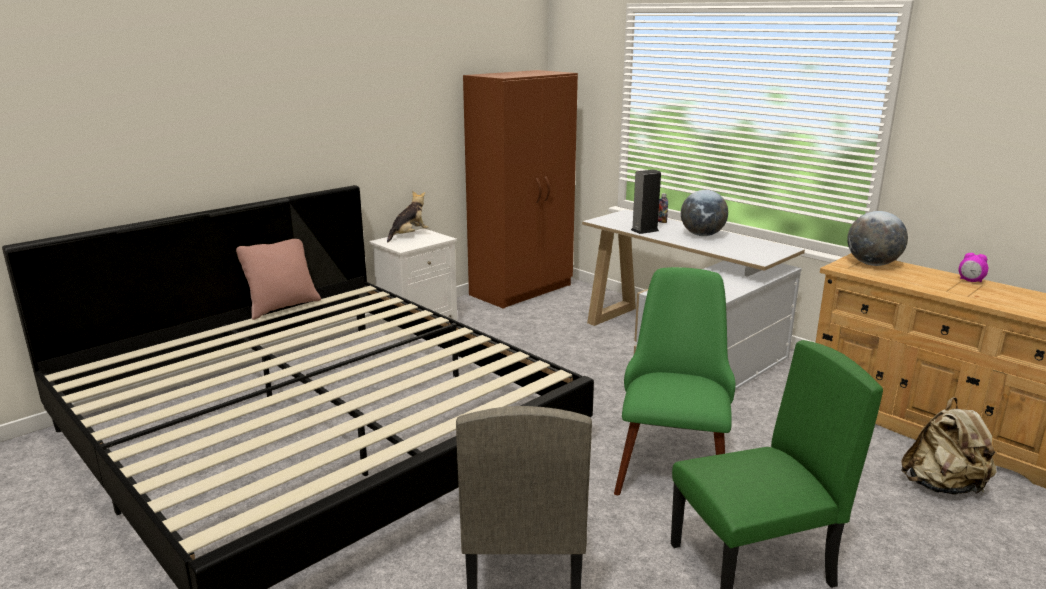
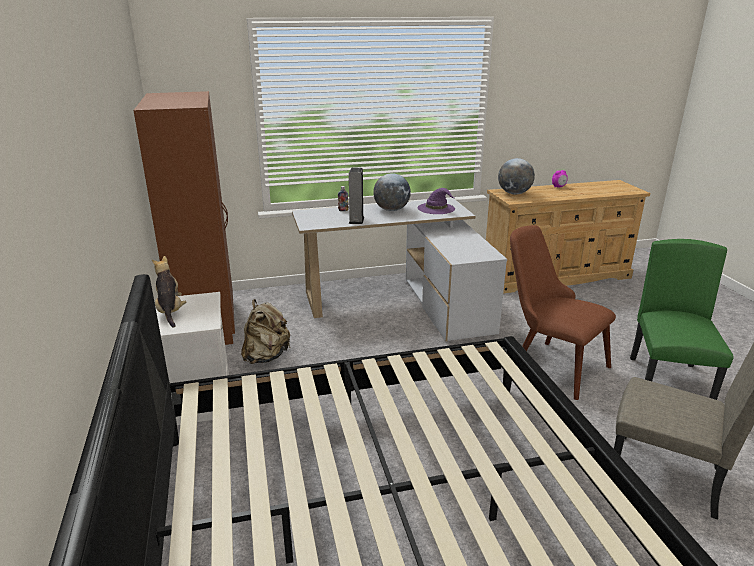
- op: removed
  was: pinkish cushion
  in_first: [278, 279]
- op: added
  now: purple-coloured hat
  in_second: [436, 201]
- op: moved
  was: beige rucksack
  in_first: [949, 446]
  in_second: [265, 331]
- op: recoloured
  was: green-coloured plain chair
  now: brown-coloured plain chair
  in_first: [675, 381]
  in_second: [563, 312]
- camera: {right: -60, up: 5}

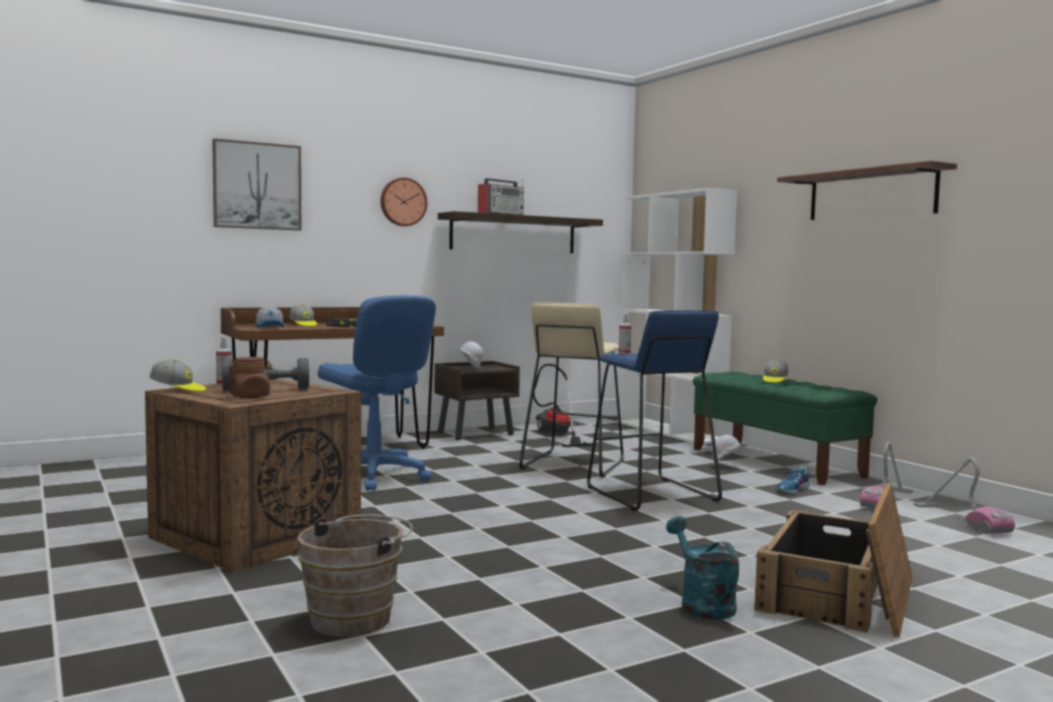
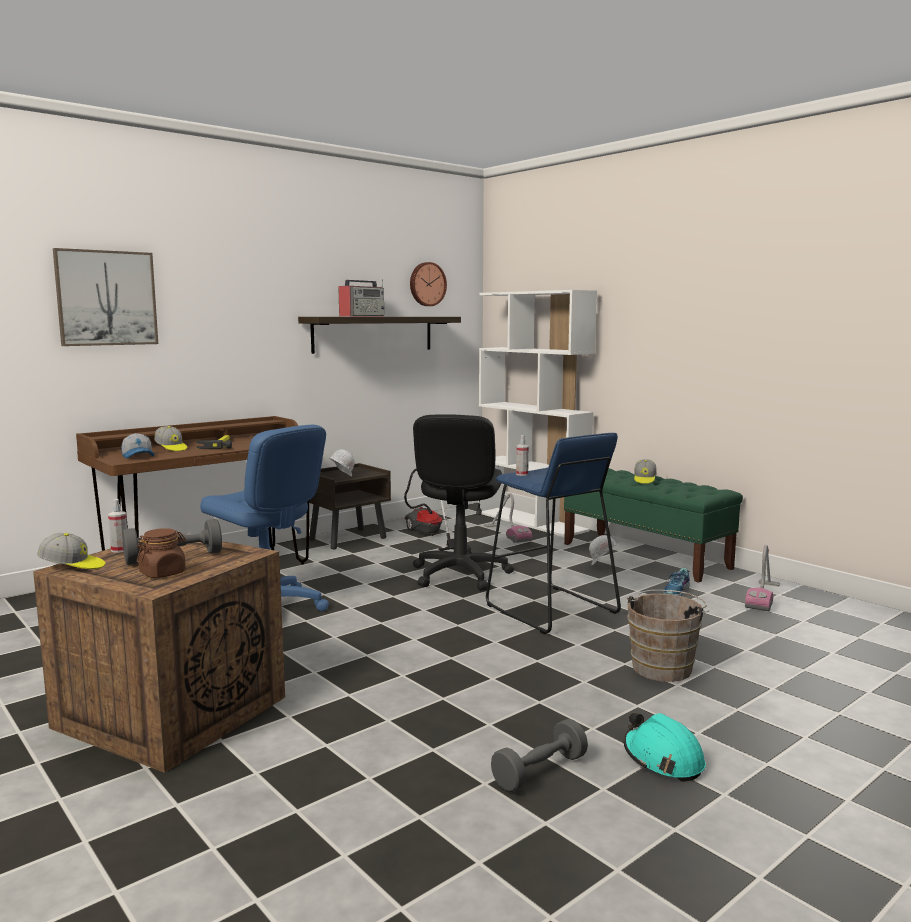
- op: removed
  was: packing crate
  in_first: [833, 560]
- op: removed
  was: bracket shelf
  in_first: [867, 190]
- op: added
  now: greyish free weight
  in_second: [539, 755]
- op: moved
  was: brown-coloured water bucket
  in_first: [355, 575]
  in_second: [668, 636]
- op: moved
  was: hanging clock
  in_first: [403, 202]
  in_second: [428, 284]
- op: moved
  was: hoover
  in_first: [964, 495]
  in_second: [508, 518]
- op: replaced
  was: beige stool seat
  now: black desk chair
  in_first: [571, 390]
  in_second: [463, 502]
- op: replaced
  was: turquoise watering can
  now: turquoise work helmet
  in_first: [702, 568]
  in_second: [665, 747]
- camera: {right: -10, up: 5}

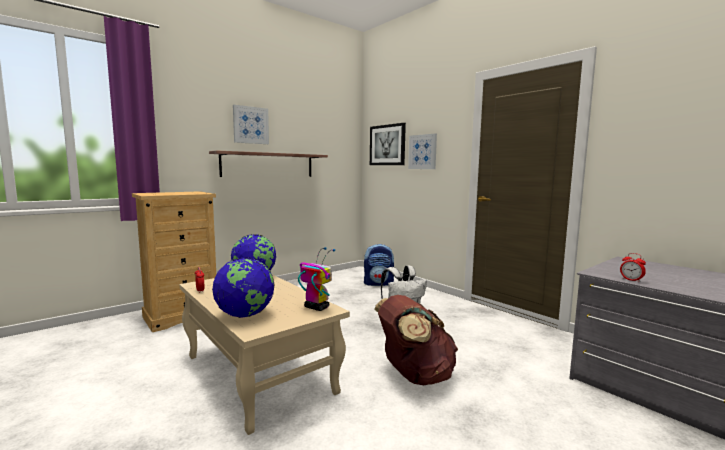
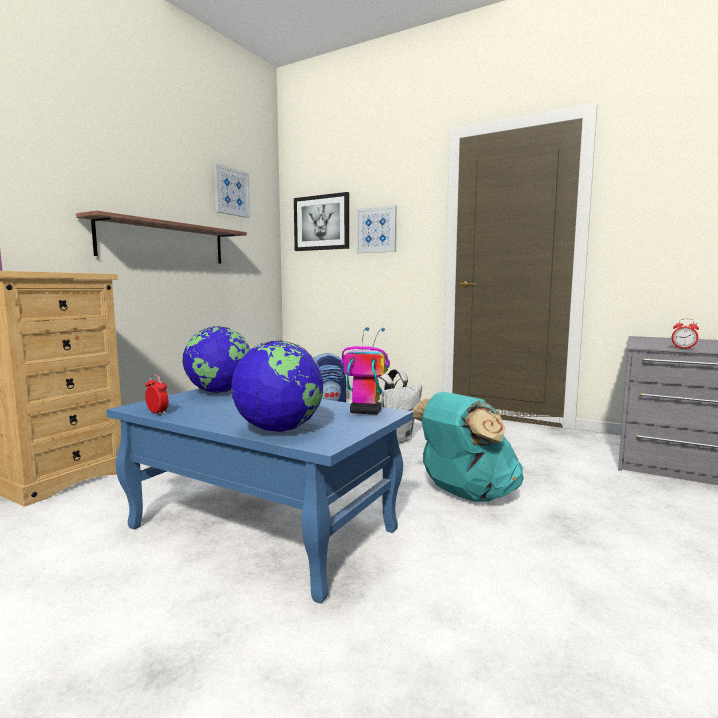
- op: moved
  was: picture
  in_first: [251, 124]
  in_second: [232, 191]
- op: recoloured
  was: beige low table
  now: bluish low table
  in_first: [264, 354]
  in_second: [259, 496]
- op: recoloured
  was: brown-coloured rucksack
  now: turquoise rucksack
  in_first: [416, 340]
  in_second: [468, 446]
- camera: {right: -20, up: 0}

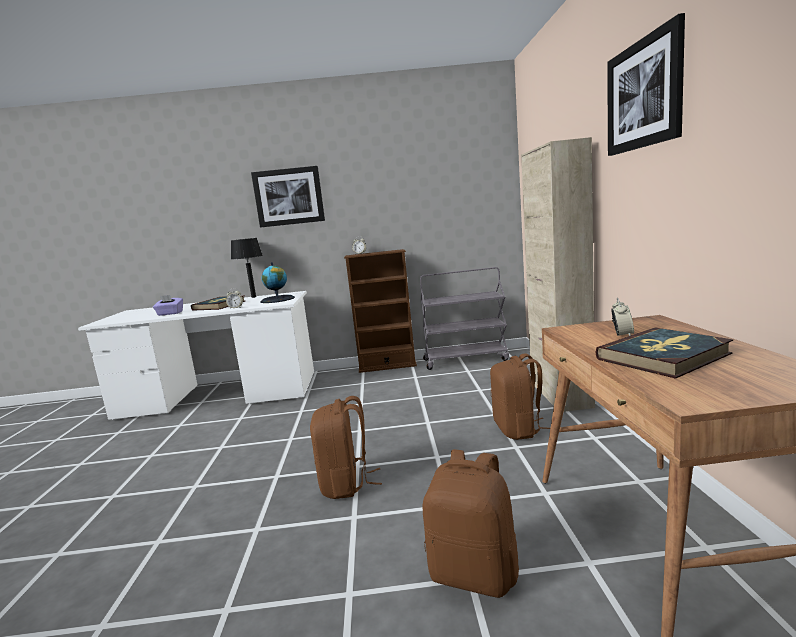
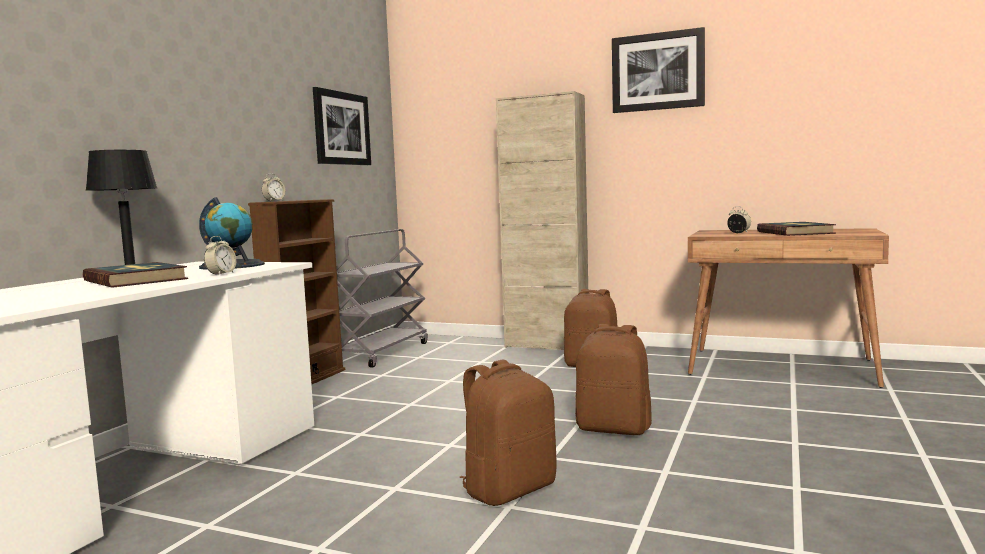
- op: removed
  was: purple-coloured tissue holder
  in_first: [168, 305]
- op: moved
  was: picture
  in_first: [288, 197]
  in_second: [342, 126]
- op: moved
  was: brown-coloured rucksack
  in_first: [471, 523]
  in_second: [508, 432]
- camera: {right: -65, up: -5}

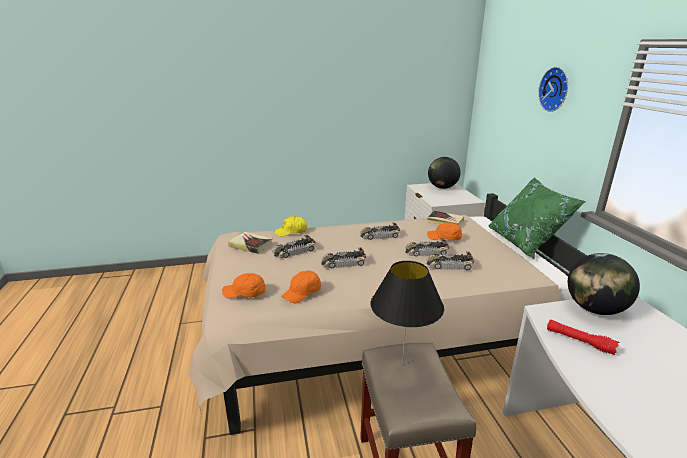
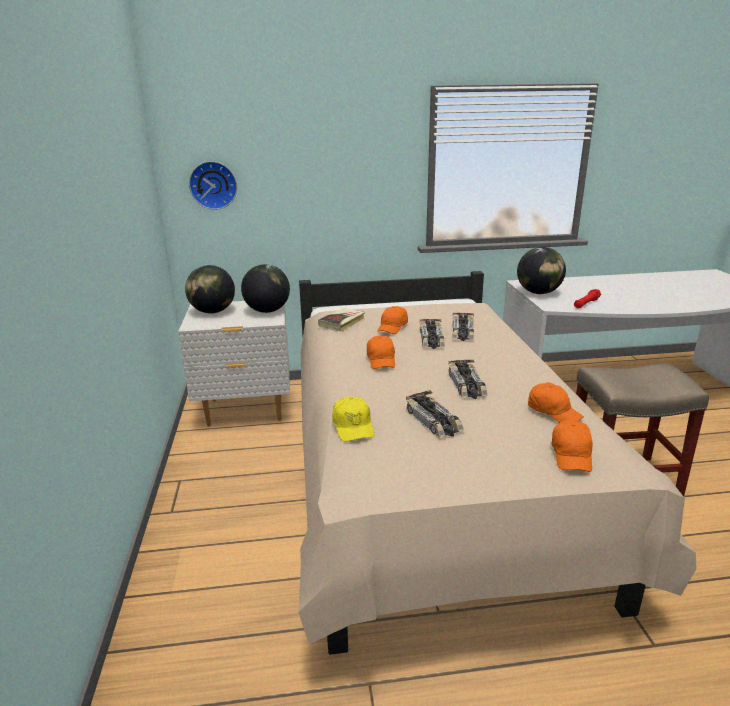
- op: removed
  was: book
  in_first: [250, 243]
- op: removed
  was: black table lamp
  in_first: [407, 313]
- op: removed
  was: green-coloured cushion
  in_first: [537, 218]
- op: added
  now: world globe
  in_second: [265, 288]
- op: moved
  was: hanging clock
  in_first: [553, 89]
  in_second: [213, 185]
- op: replaced
  was: toy car
  now: orange cap
  in_first: [380, 231]
  in_second: [381, 352]
- camera: {right: -85, up: 0}

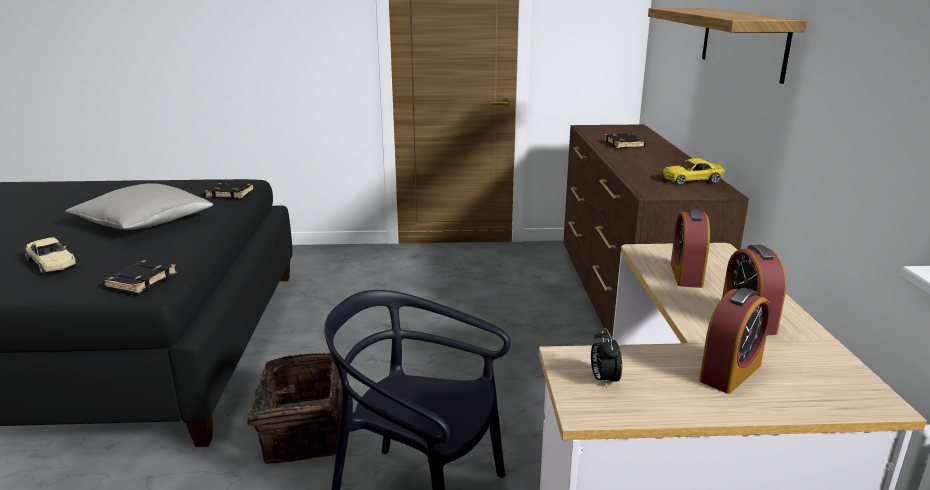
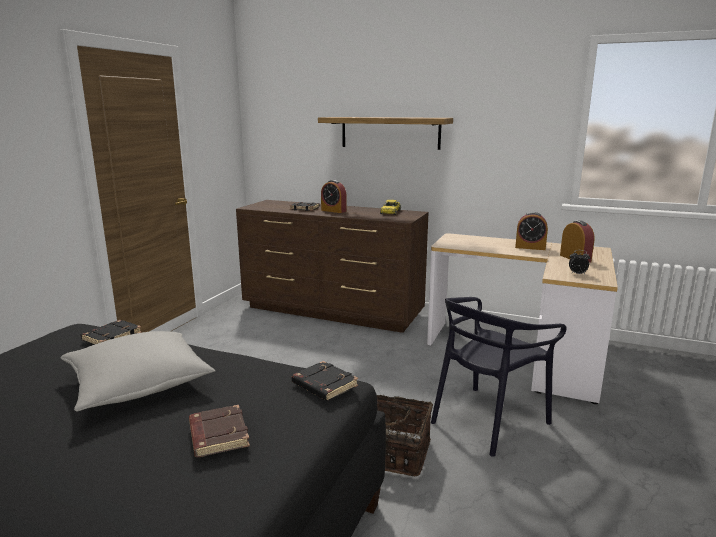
- op: moved
  was: bedside clock
  in_first: [690, 248]
  in_second: [334, 196]
- op: replaced
  was: beige toy car
  now: brown-coloured book
  in_first: [51, 255]
  in_second: [219, 431]
- camera: {right: -65, up: -5}

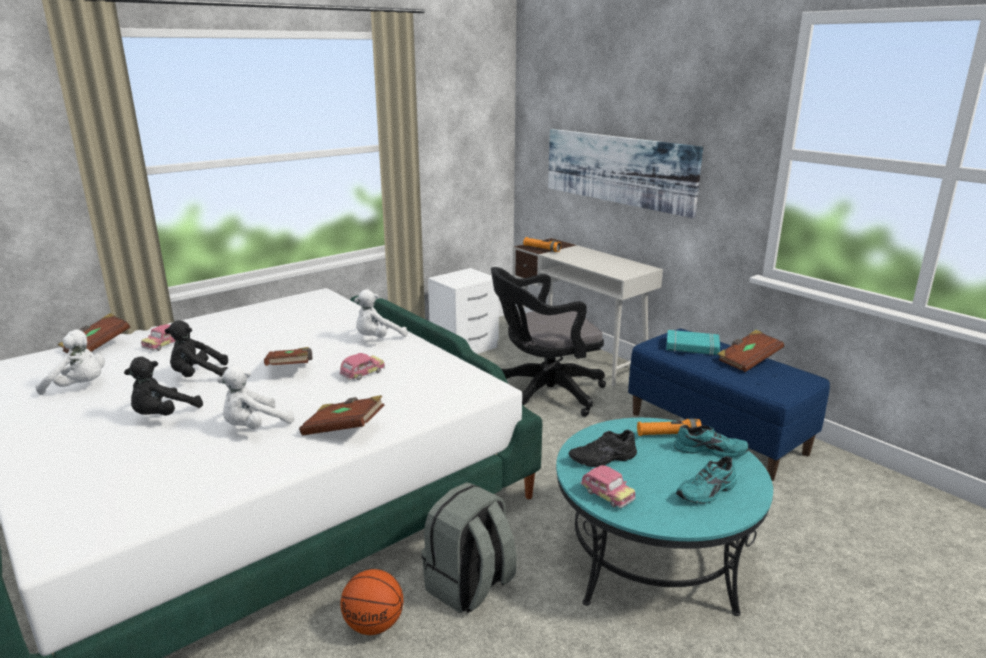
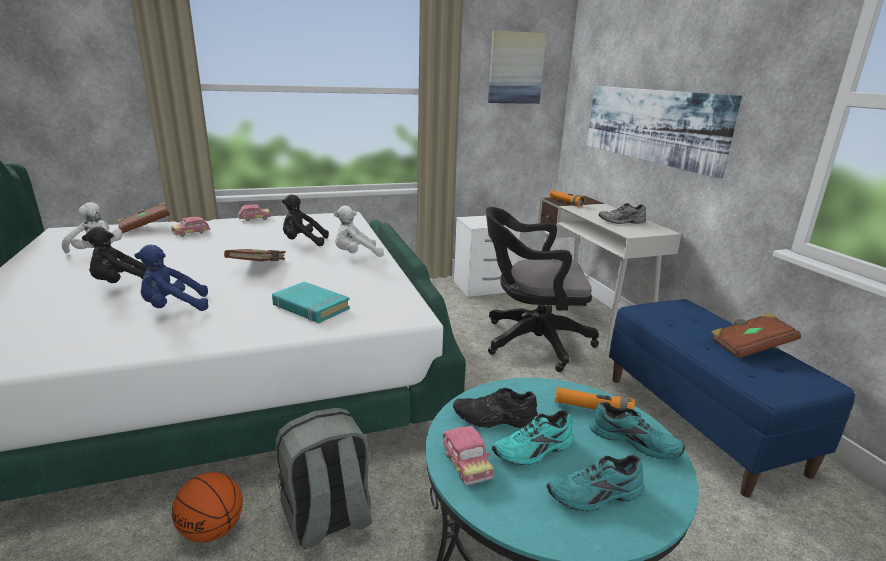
- op: removed
  was: brown-coloured book
  in_first: [342, 415]
- op: added
  now: picture
  in_second: [517, 67]
- op: added
  now: turquoise item of footwear
  in_second: [533, 437]
- op: added
  now: greyish item of footwear
  in_second: [622, 213]
- op: moved
  was: black plush toy
  in_first: [196, 348]
  in_second: [305, 220]
- op: moved
  was: toy car
  in_first: [362, 366]
  in_second: [254, 213]
- op: moved
  was: turquoise book
  in_first: [693, 342]
  in_second: [311, 302]
- op: recoloured
  was: white plush toy
  now: bluish plush toy
  in_first: [256, 397]
  in_second: [171, 278]
- camera: {right: 20, up: 0}

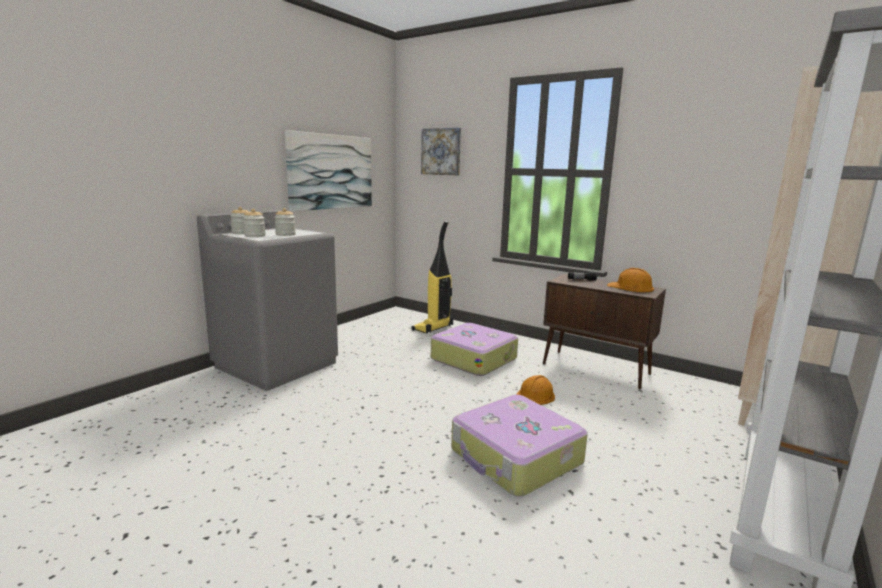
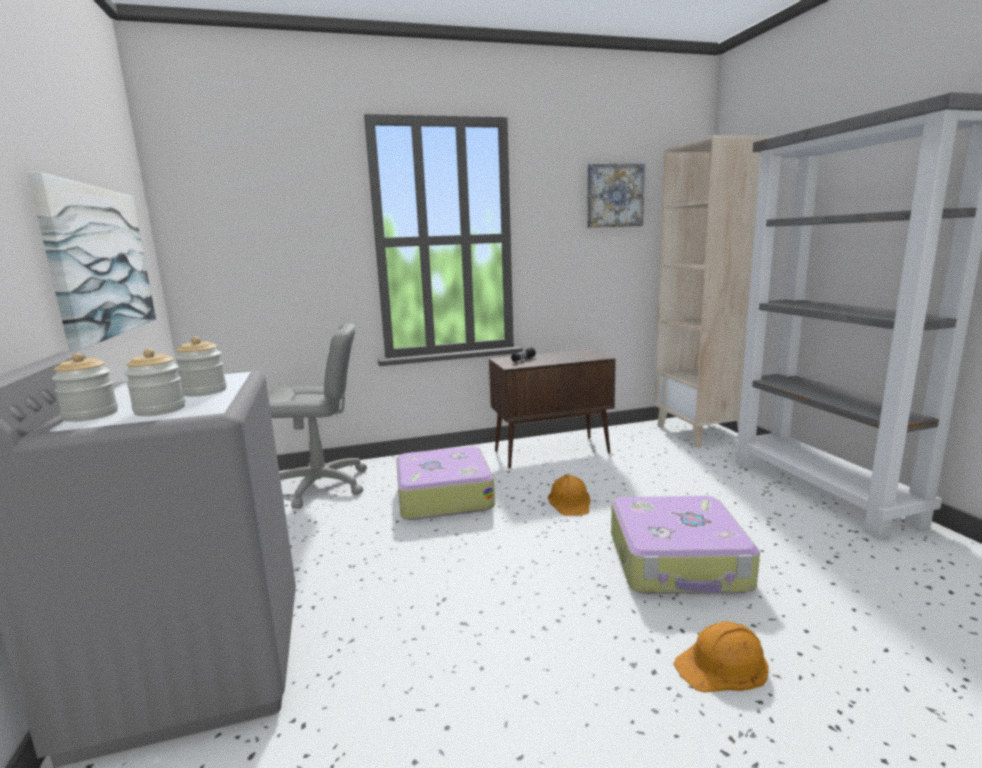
- op: moved
  was: picture
  in_first: [441, 151]
  in_second: [616, 196]
- op: moved
  was: orange work helmet
  in_first: [630, 280]
  in_second: [721, 657]
- op: replaced
  was: hoover
  now: greyish desk chair
  in_first: [432, 277]
  in_second: [317, 416]
- camera: {right: -50, up: 0}

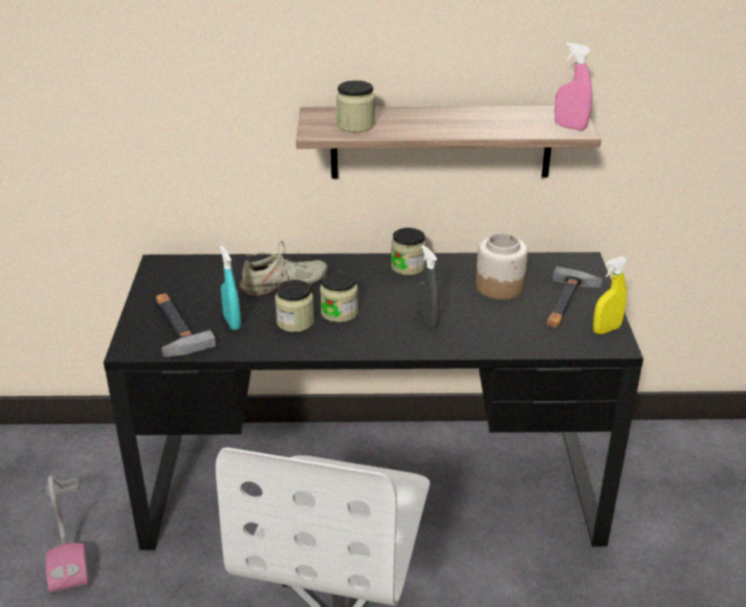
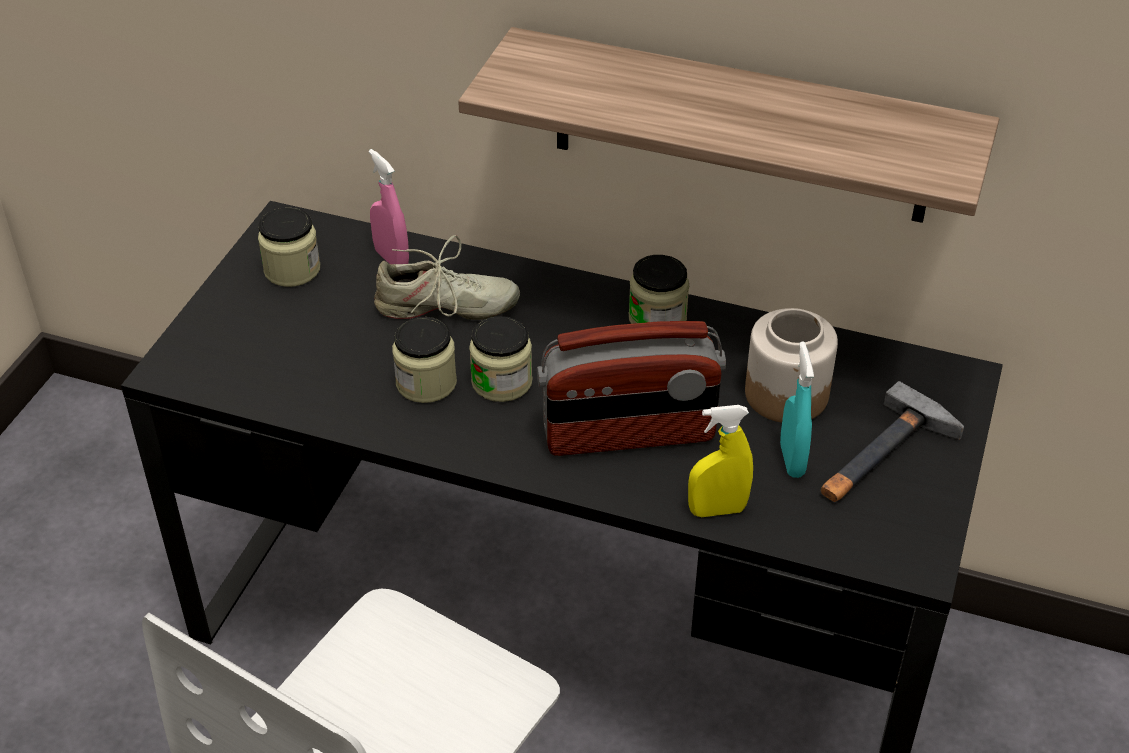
- op: removed
  was: hoover
  in_first: [67, 535]
- op: removed
  was: hammer
  in_first: [186, 325]
- op: moved
  was: turquoise sprayer
  in_first: [230, 287]
  in_second: [797, 409]
- op: moved
  was: storage jar
  in_first: [355, 106]
  in_second: [289, 247]
- op: moved
  was: pinkish sprayer
  in_first: [573, 87]
  in_second: [389, 206]
- op: moved
  was: yellowish sprayer
  in_first: [610, 295]
  in_second: [720, 461]
- op: replaced
  was: greyish sprayer
  now: radio
  in_first: [428, 287]
  in_second: [631, 388]
- camera: {right: 20, up: 10}

